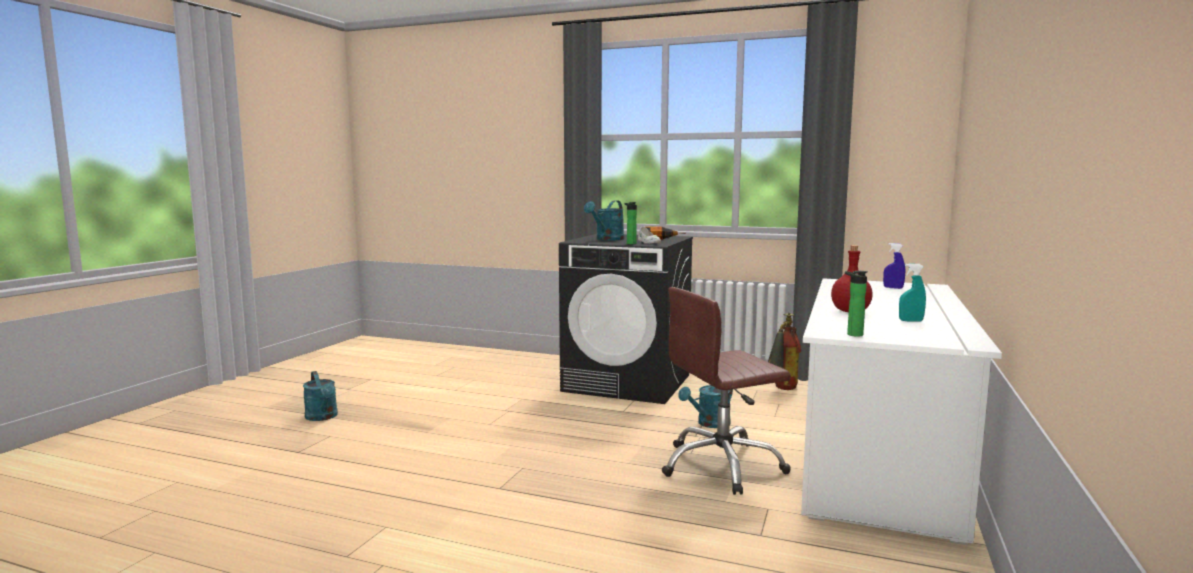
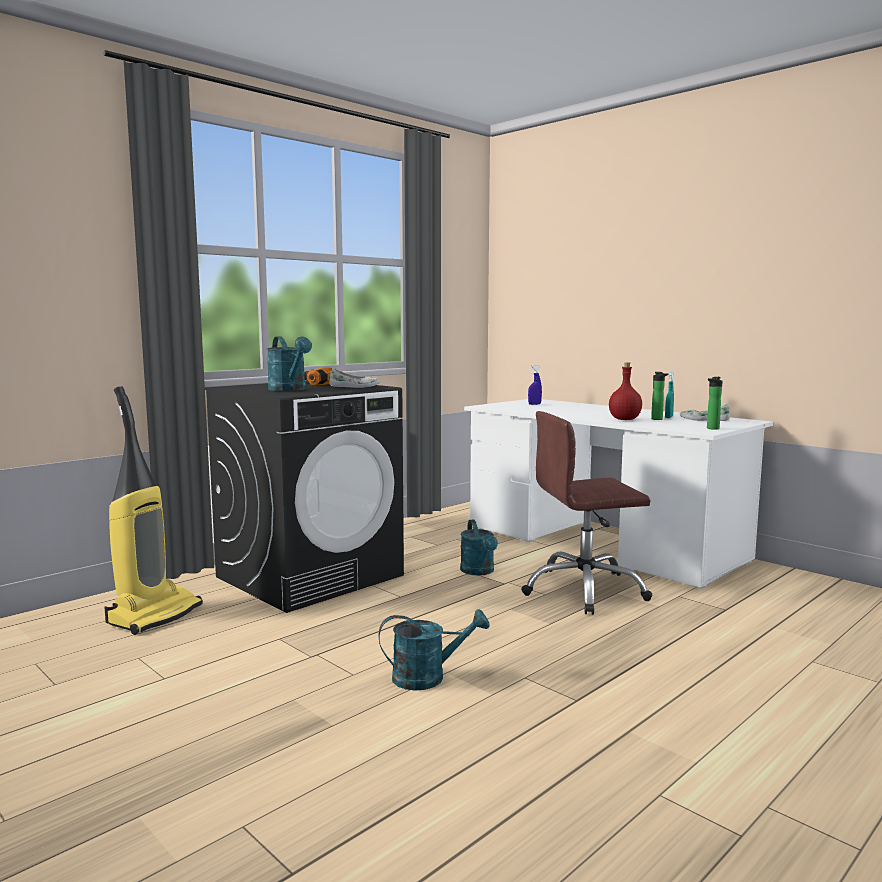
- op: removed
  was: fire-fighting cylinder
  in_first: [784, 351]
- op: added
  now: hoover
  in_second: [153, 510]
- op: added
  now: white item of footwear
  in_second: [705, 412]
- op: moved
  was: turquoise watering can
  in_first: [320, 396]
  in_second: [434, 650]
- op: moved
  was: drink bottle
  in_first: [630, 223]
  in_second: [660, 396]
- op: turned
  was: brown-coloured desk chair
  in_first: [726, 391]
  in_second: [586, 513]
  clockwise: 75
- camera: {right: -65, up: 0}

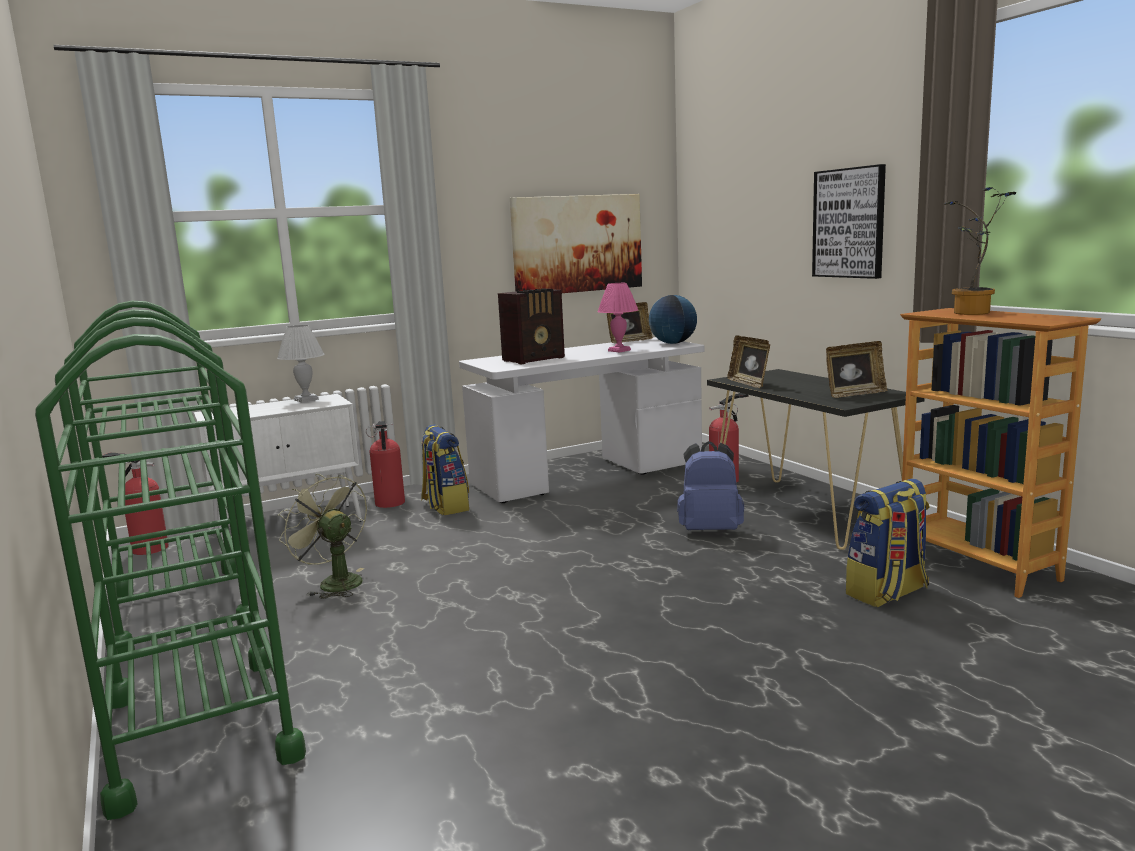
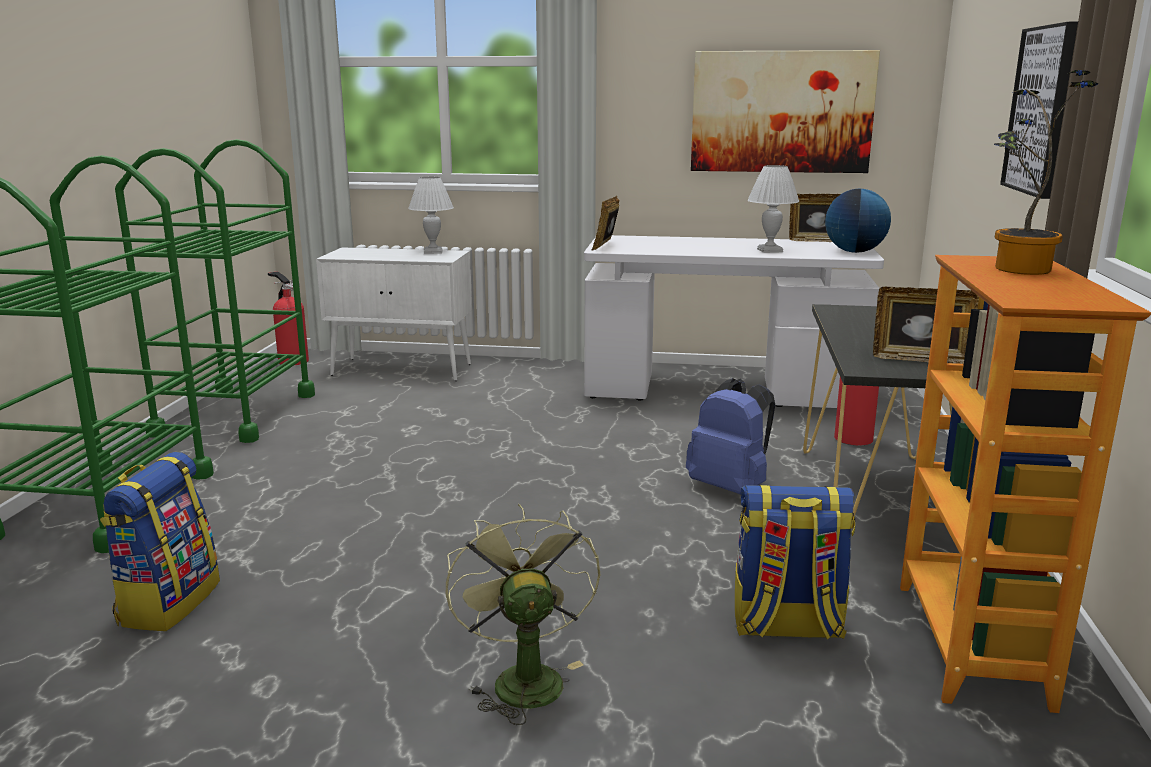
- op: removed
  was: fire-fighting cylinder
  in_first: [385, 464]
- op: removed
  was: radio
  in_first: [531, 326]
- op: moved
  was: green-coloured fan
  in_first: [322, 536]
  in_second: [523, 614]
- op: moved
  was: rucksack
  in_first: [445, 469]
  in_second: [160, 541]
- op: moved
  was: photo frame
  in_first: [748, 361]
  in_second: [605, 223]
- op: recoloured
  was: pinkish table lamp
  now: white table lamp
  in_first: [618, 317]
  in_second: [773, 209]
- camera: {right: 35, up: 5}

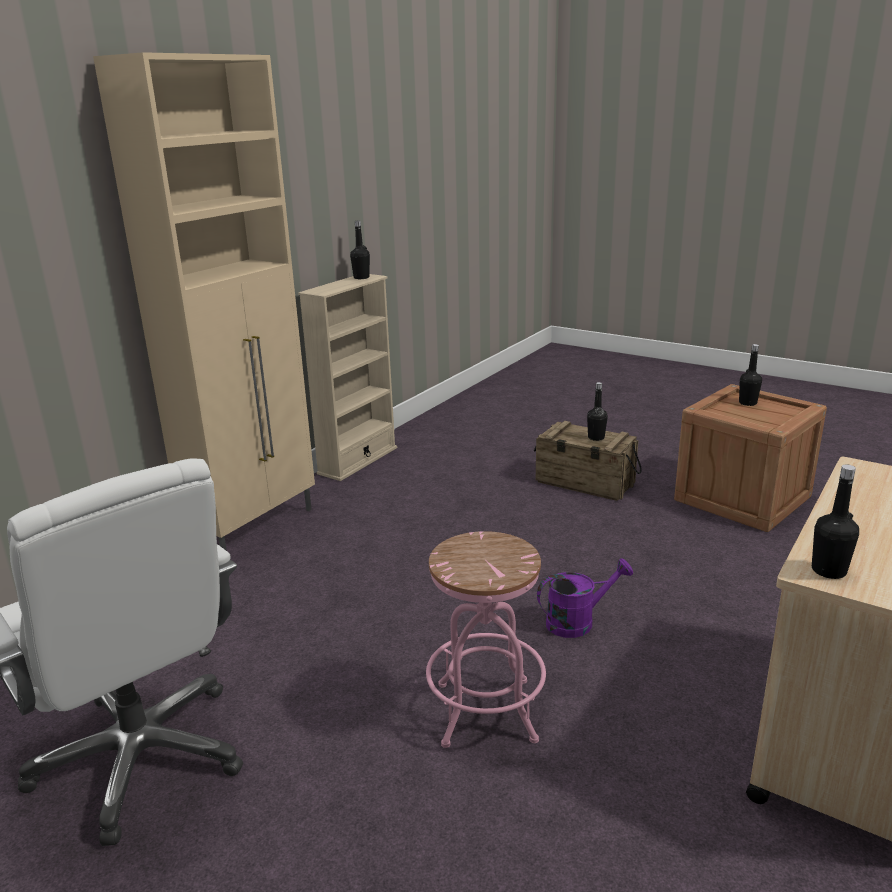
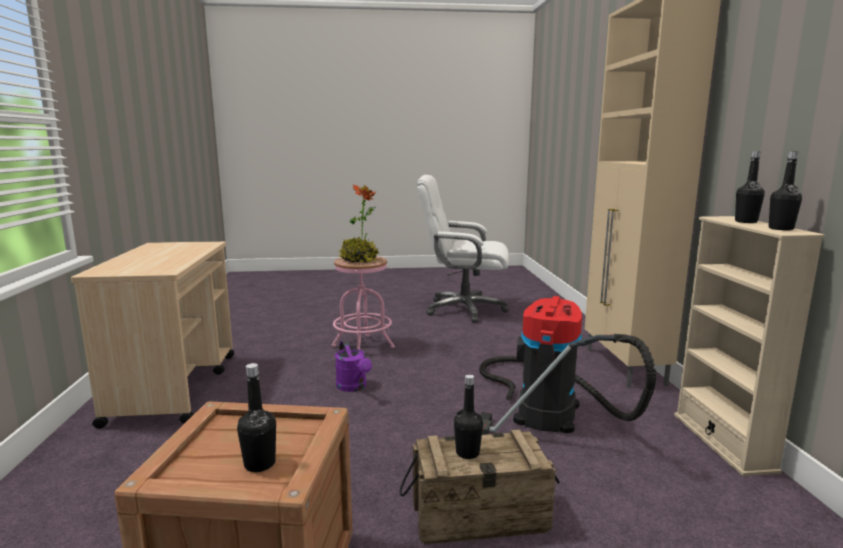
- op: added
  now: potted plant
  in_second: [359, 224]
- op: added
  now: hoover
  in_second: [567, 365]
- op: moved
  was: black drink bottle
  in_first: [835, 522]
  in_second: [750, 187]
- op: turned
  was: purple-coloured watering can
  in_first: [585, 598]
  in_second: [353, 366]
  clockwise: -60
- camera: {right: 140, up: -10}

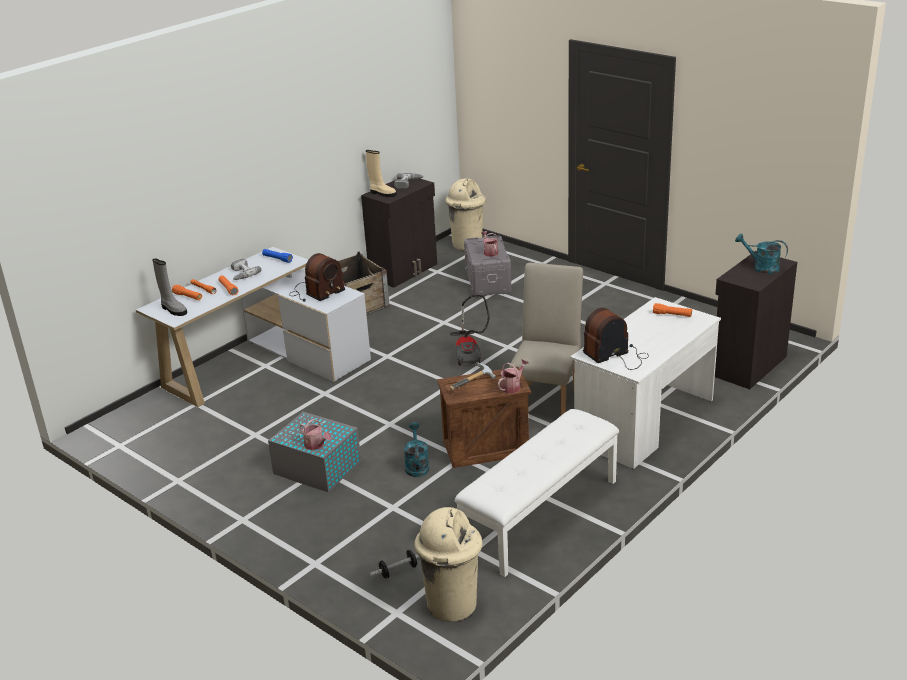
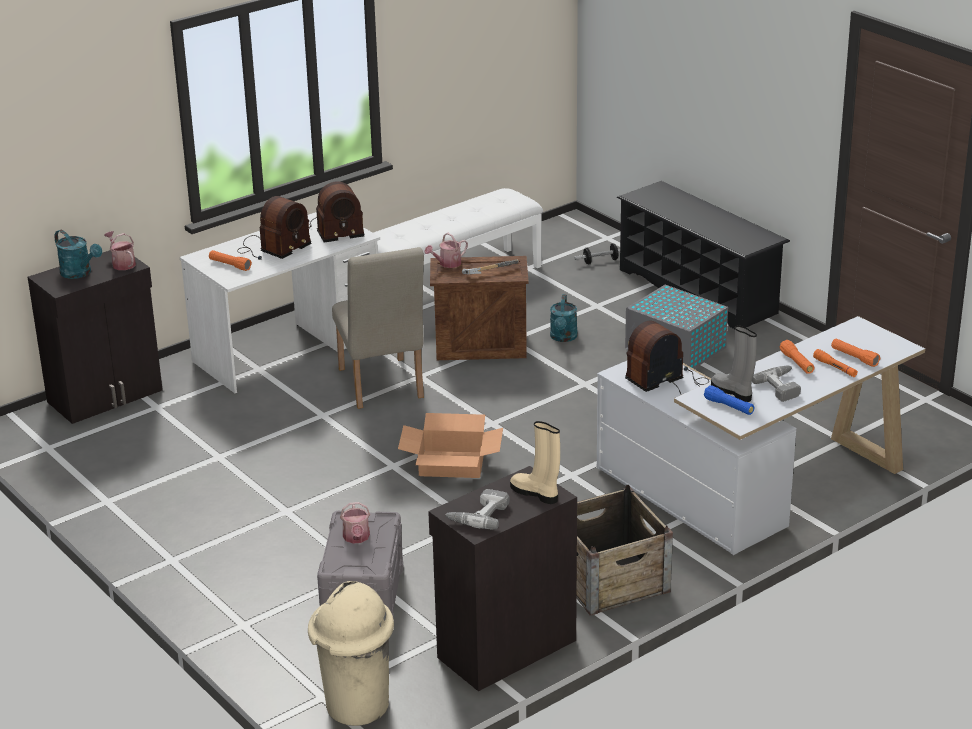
- op: removed
  was: beige trash can
  in_first: [448, 564]
- op: added
  now: radio
  in_second: [274, 228]
- op: added
  now: black shoe stand
  in_second: [703, 255]
- op: moved
  was: greyish high-top boot
  in_first: [169, 287]
  in_second: [734, 364]
- op: moved
  was: watering can
  in_first: [316, 434]
  in_second: [120, 250]
- op: replaced
  was: hoover
  now: carton
  in_first: [469, 330]
  in_second: [450, 445]
- op: turned
  was: beige plain chair
  in_first: [546, 339]
  in_second: [378, 328]
  clockwise: -45
- camera: {right: -170, up: 0}

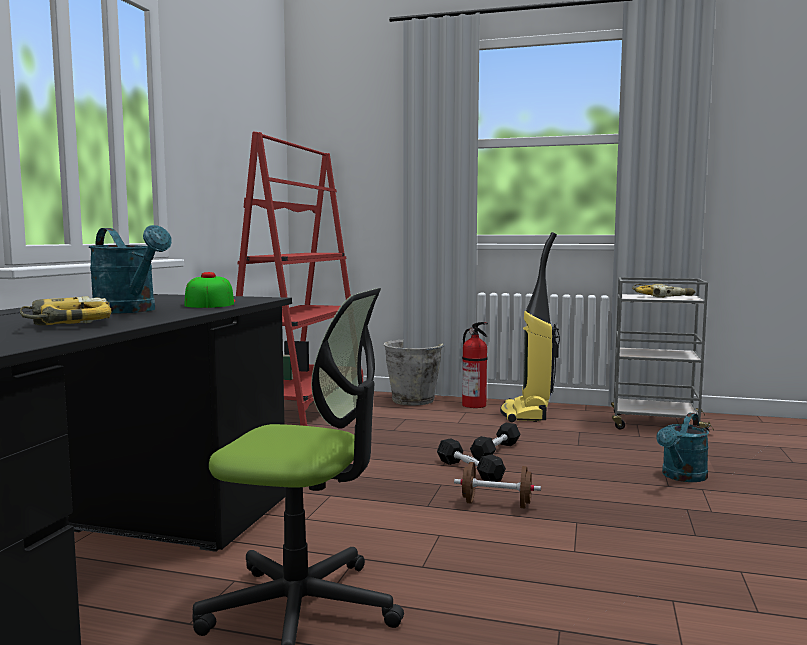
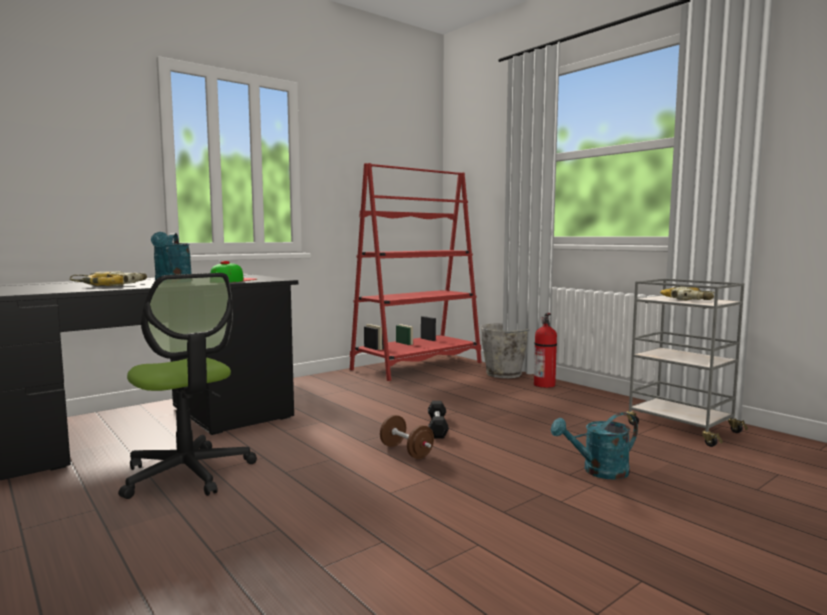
- op: removed
  was: black free weight
  in_first: [495, 442]
- op: removed
  was: hoover
  in_first: [530, 327]
- camera: {right: 35, up: 0}

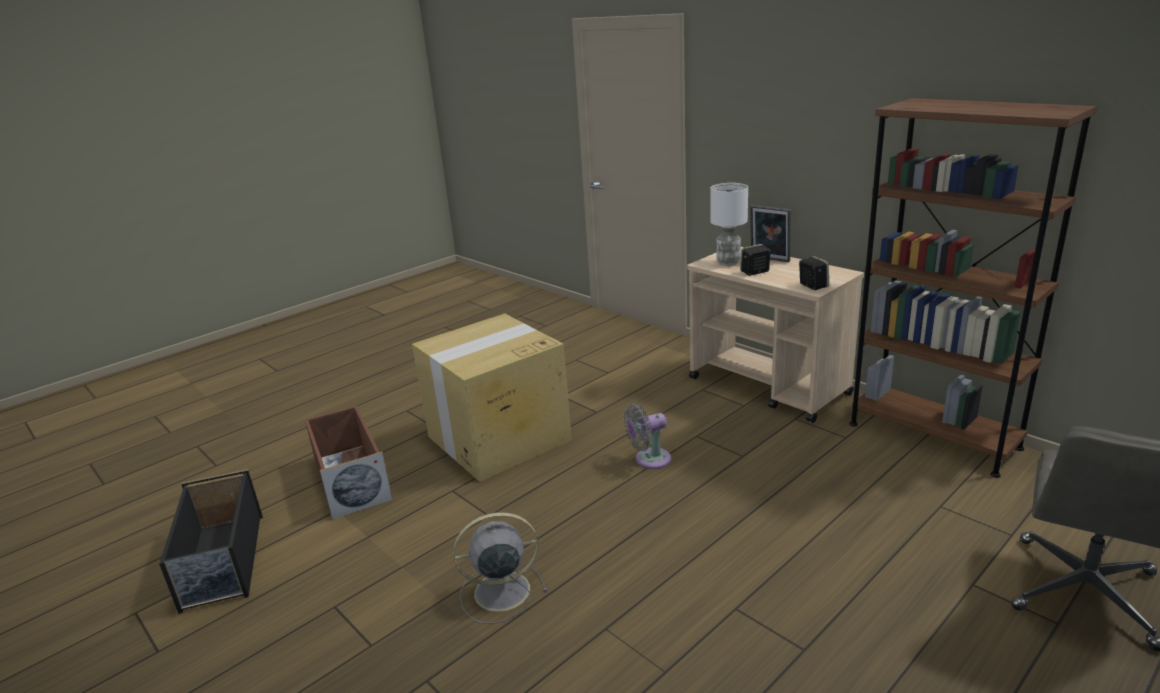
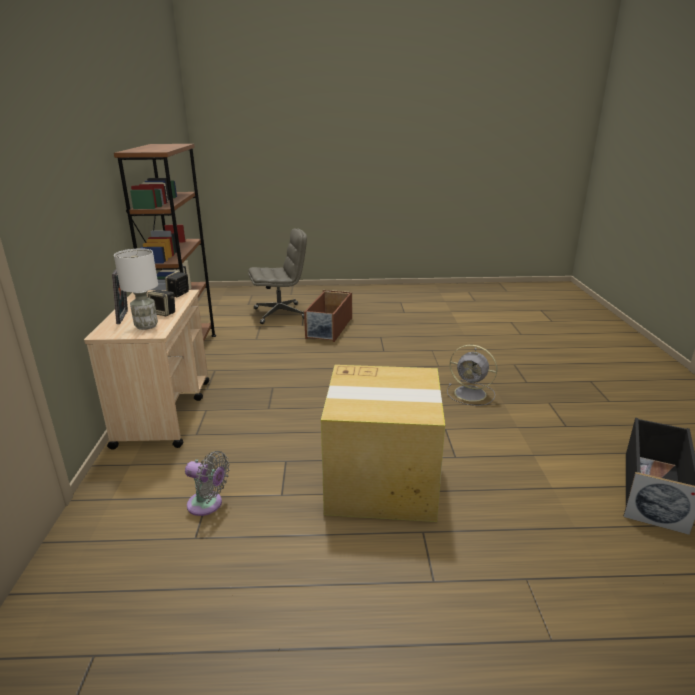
- op: moved
  was: brown-coloured storage container
  in_first: [349, 462]
  in_second: [328, 316]
- op: moved
  was: greyish fan
  in_first: [647, 436]
  in_second: [207, 483]
- camera: {right: -140, up: 0}

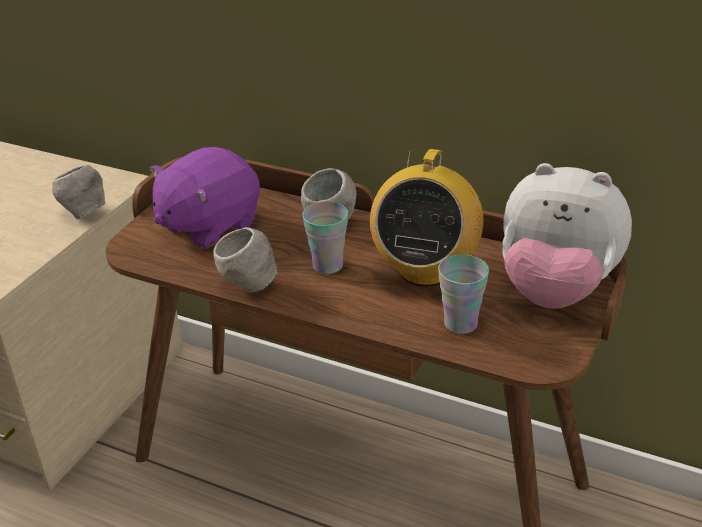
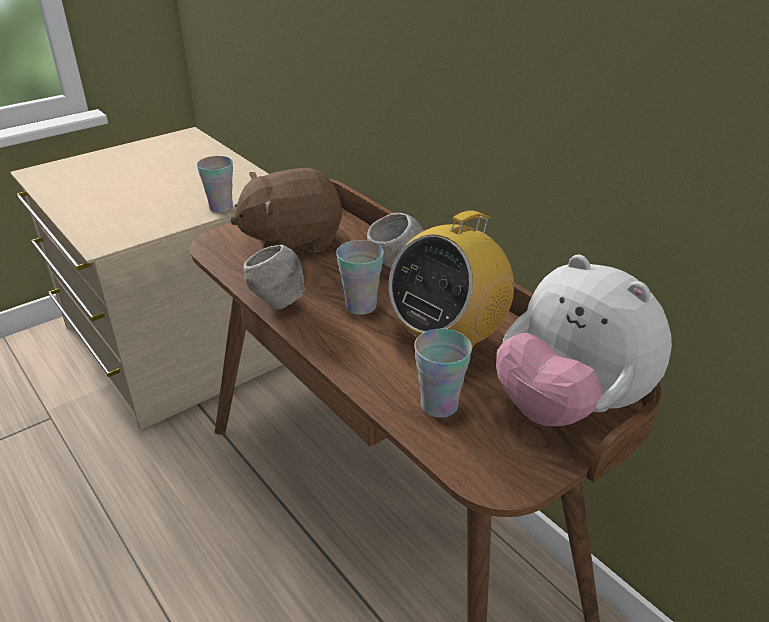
- op: replaced
  was: greyish serving bowl
  now: small cup
  in_first: [78, 192]
  in_second: [215, 184]
- op: recoloured
  was: purple-coloured plush toy
  now: brown-coloured plush toy
  in_first: [205, 198]
  in_second: [286, 210]
- camera: {right: 25, up: 0}

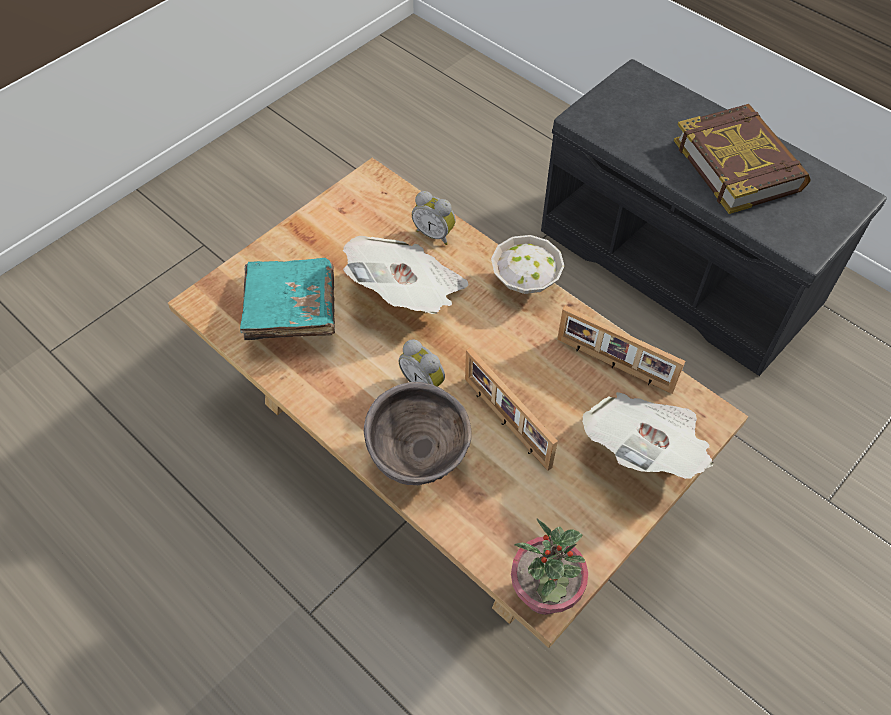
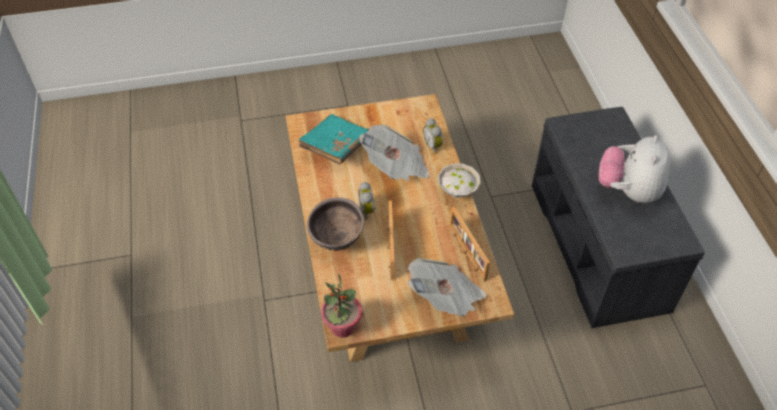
- op: replaced
  was: book
  now: plush toy
  in_first: [742, 159]
  in_second: [634, 169]
- camera: {right: 35, up: -5}

